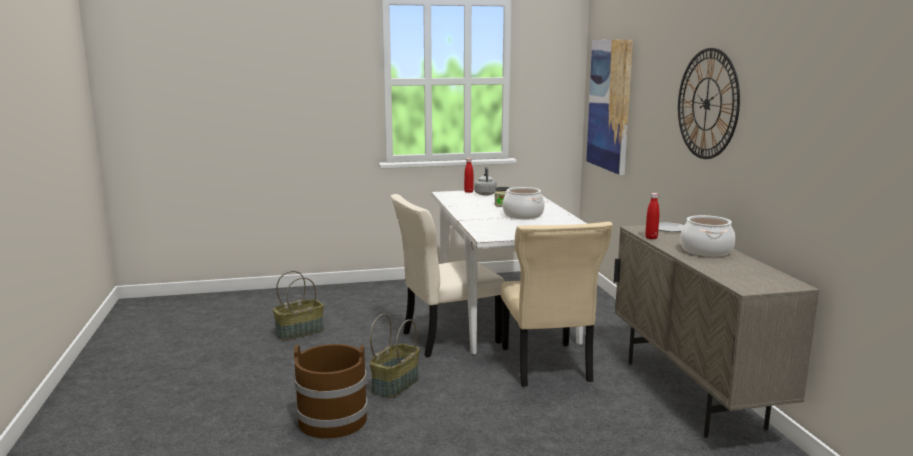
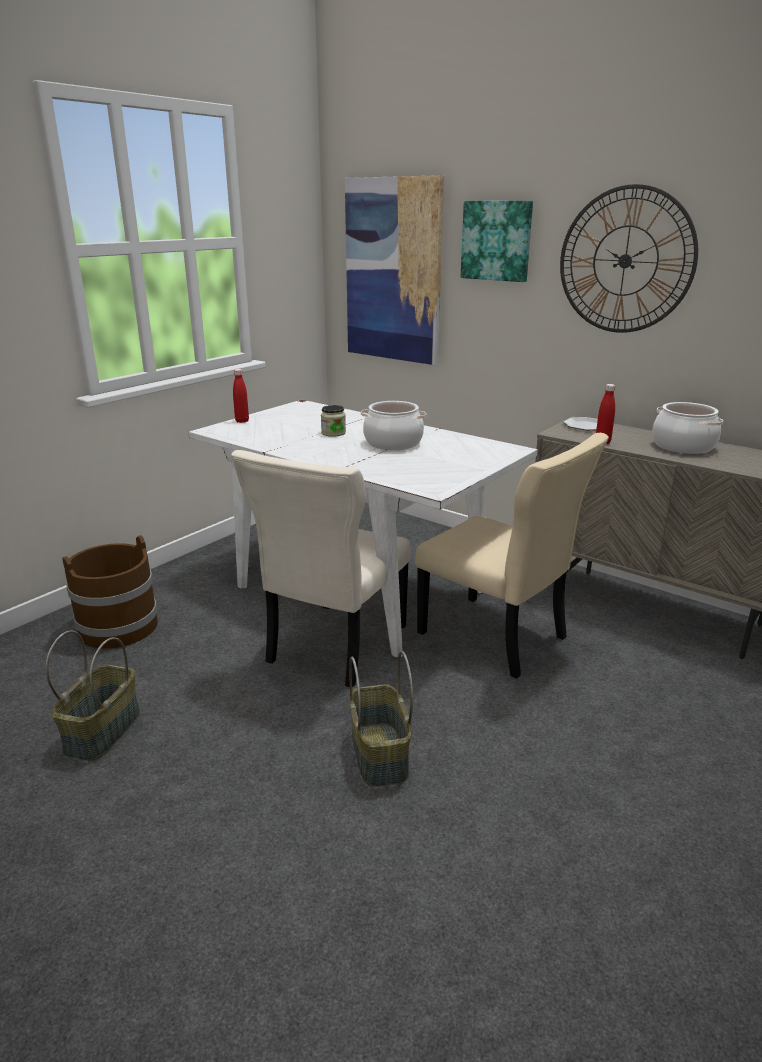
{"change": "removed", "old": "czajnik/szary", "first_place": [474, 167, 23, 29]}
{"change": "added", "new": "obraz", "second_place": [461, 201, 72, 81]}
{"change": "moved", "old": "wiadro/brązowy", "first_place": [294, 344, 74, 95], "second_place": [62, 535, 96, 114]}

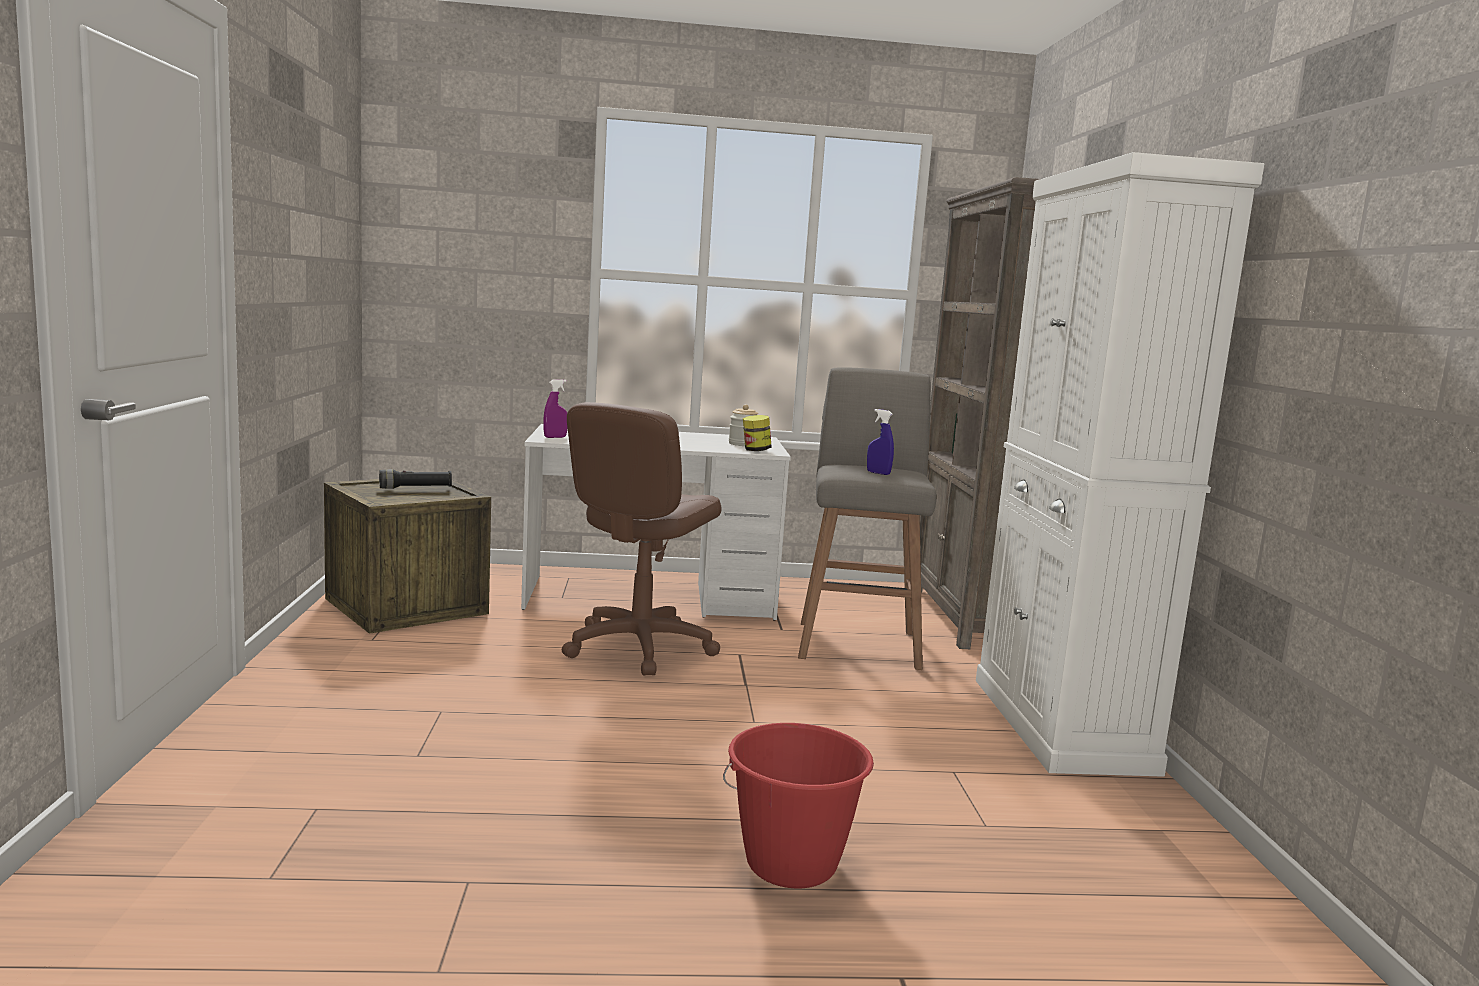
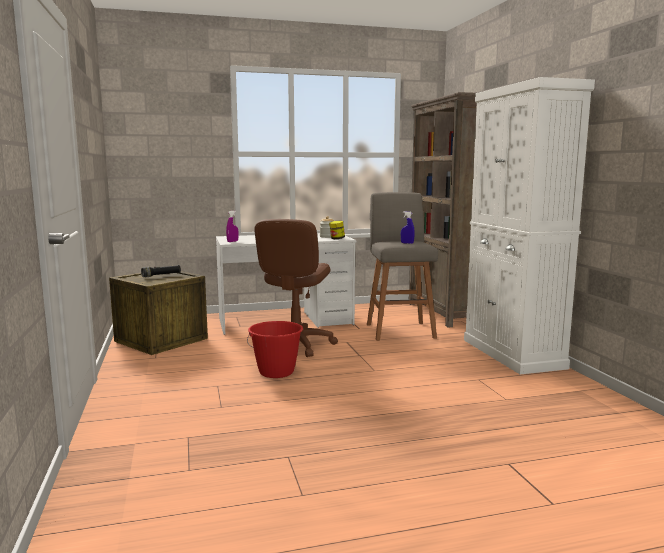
{"change": "moved", "old": "wiadro/czerwony", "first_place": [723, 723, 151, 165], "second_place": [247, 321, 56, 57]}

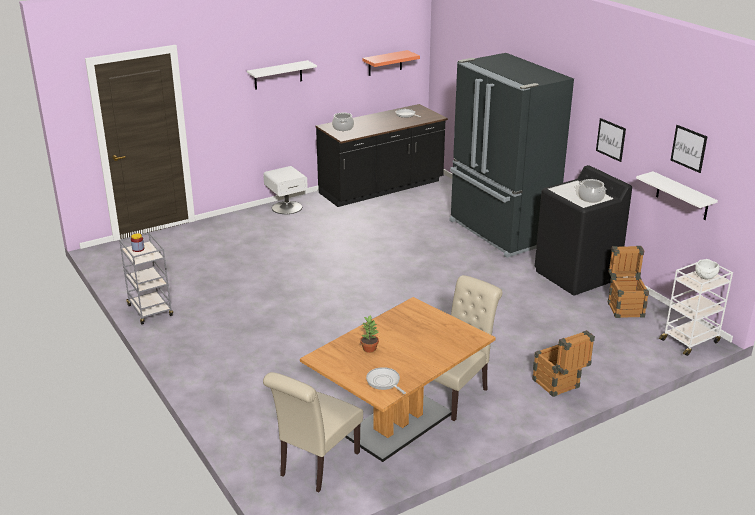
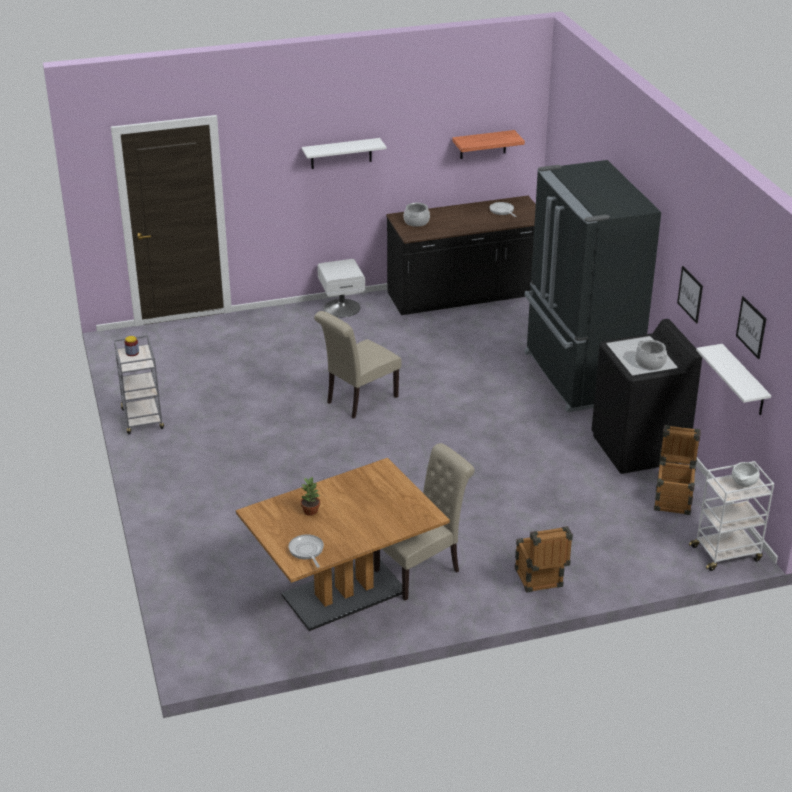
{"change": "moved", "old": "krzesło/beżowy", "first_place": [263, 372, 100, 120], "second_place": [314, 311, 88, 108]}

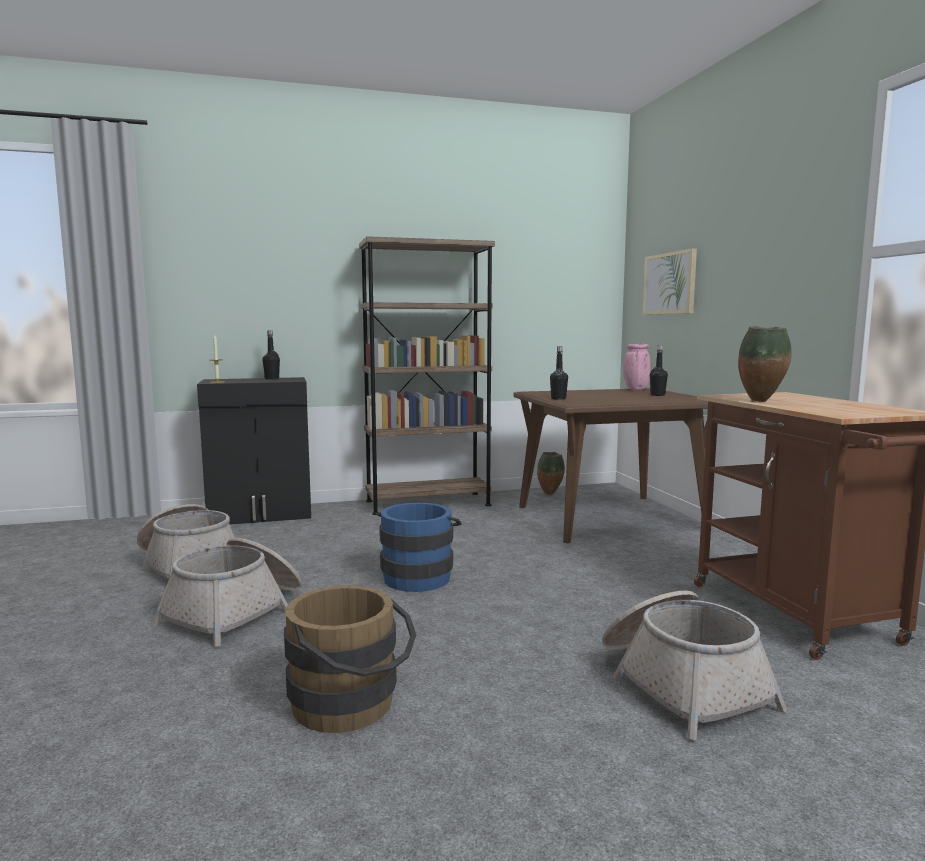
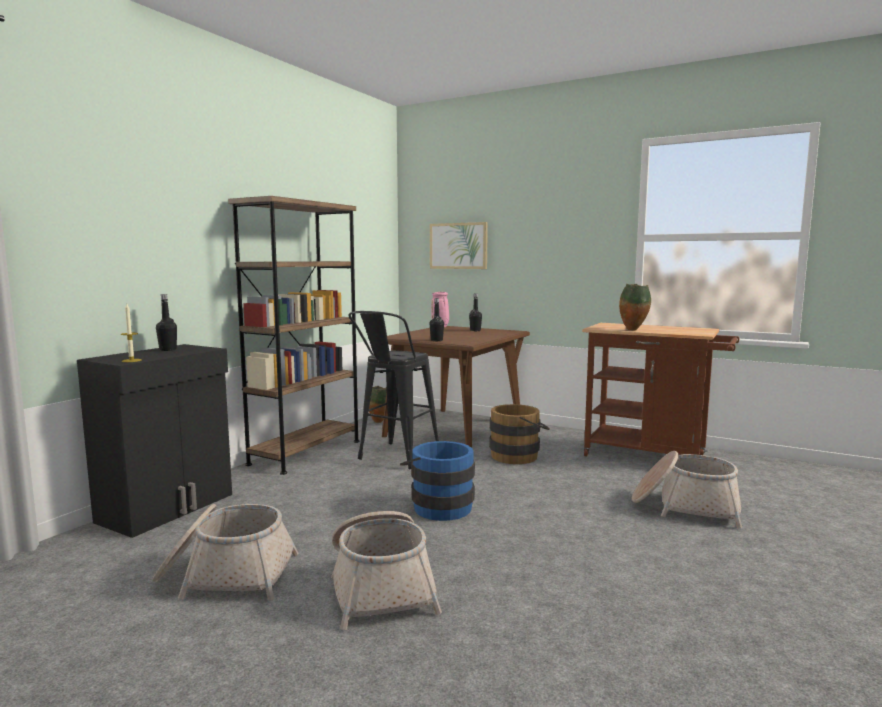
{"change": "added", "new": "stołek/czarny", "second_place": [348, 311, 91, 158]}
{"change": "moved", "old": "wiadro/brązowy", "first_place": [284, 585, 132, 148], "second_place": [489, 404, 61, 60]}

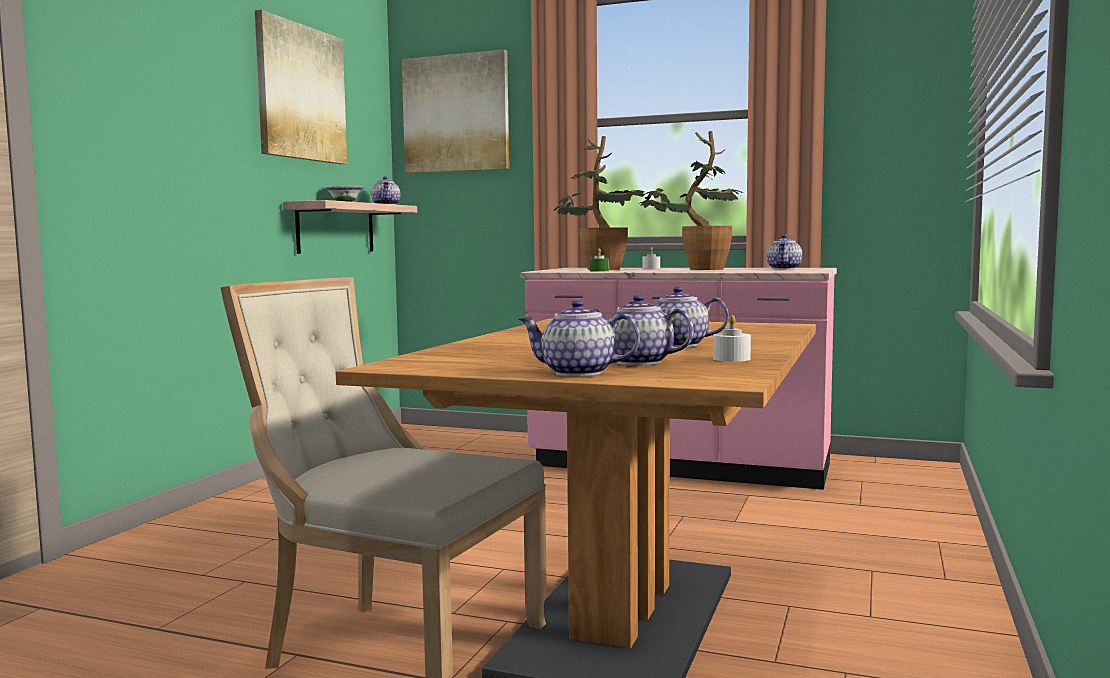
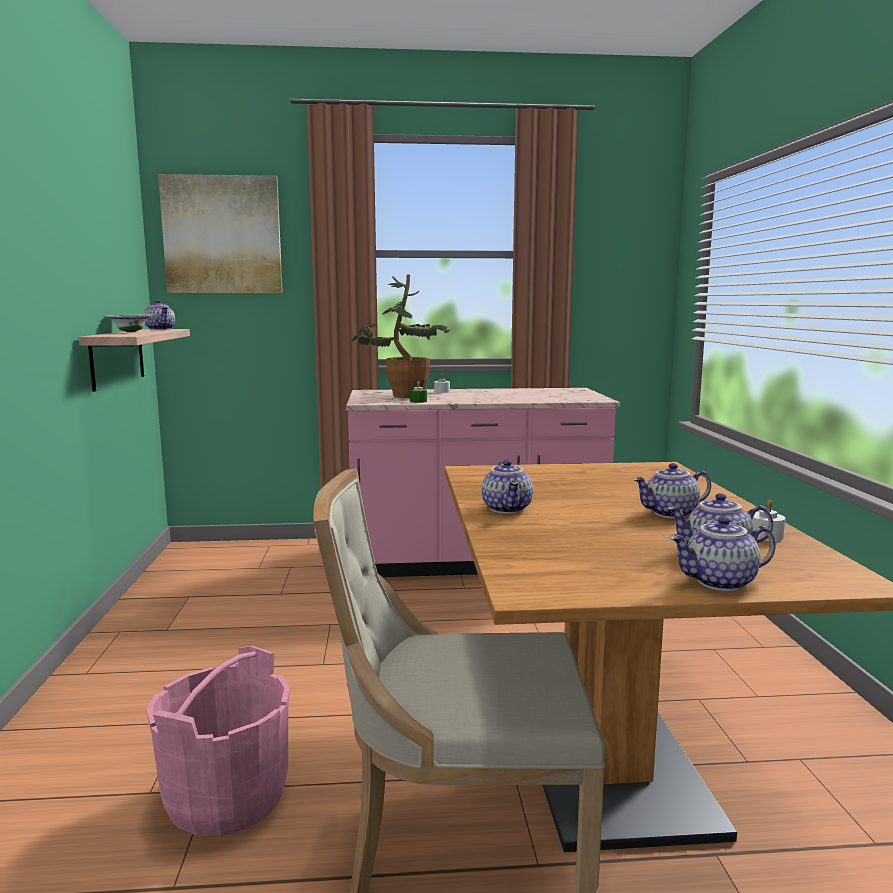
{"change": "removed", "old": "obraz", "first_place": [255, 10, 92, 154]}
{"change": "removed", "old": "roślina doniczkowa", "first_place": [639, 131, 104, 139]}
{"change": "added", "new": "wiadro/różowy", "second_place": [146, 646, 144, 190]}
{"change": "moved", "old": "imbryk", "first_place": [767, 234, 35, 35], "second_place": [482, 460, 51, 54]}

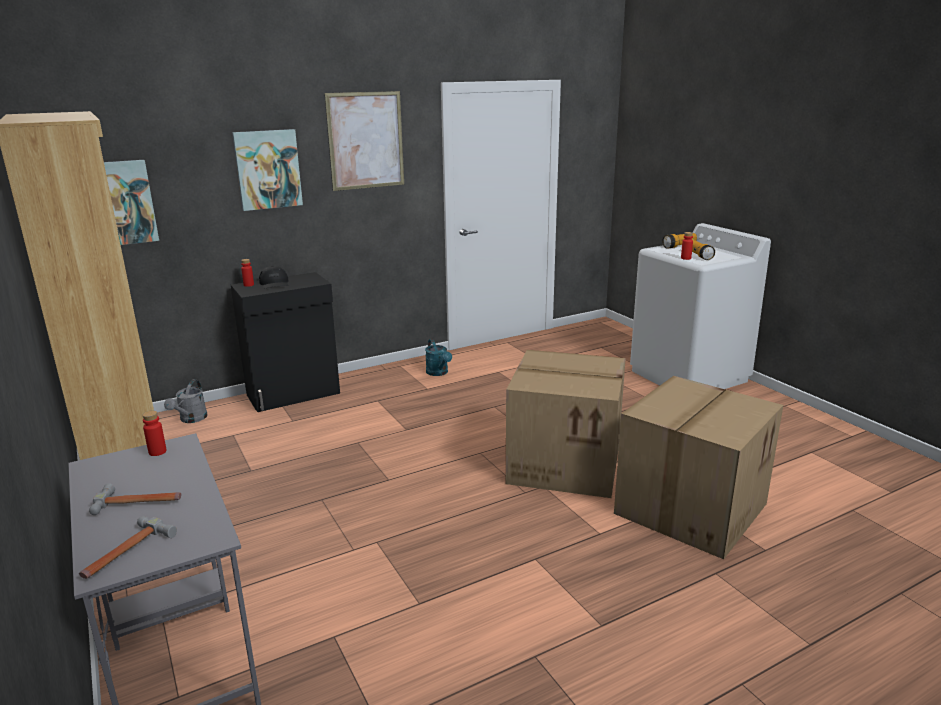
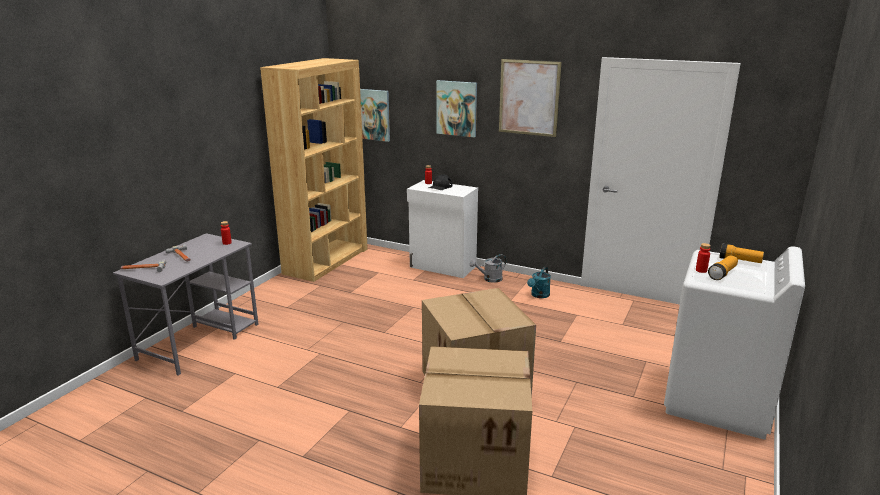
{"change": "moved", "old": "konewka/szary", "first_place": [164, 380, 44, 43], "second_place": [470, 254, 36, 29]}
{"change": "recoloured", "old": "szafka/czarny", "new": "szafka/biały", "first_place": [231, 272, 109, 140], "second_place": [407, 180, 71, 98]}

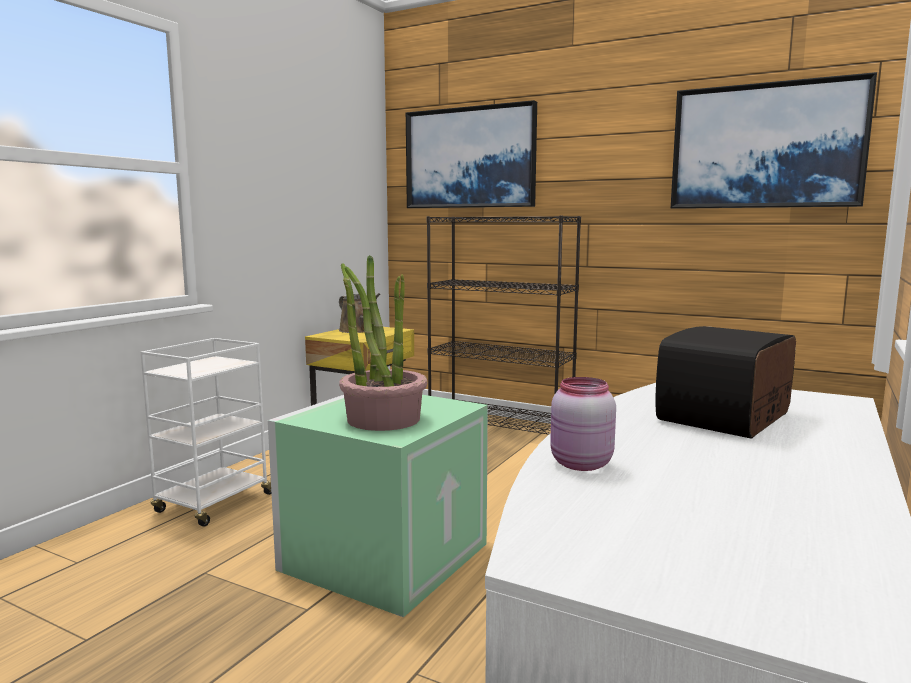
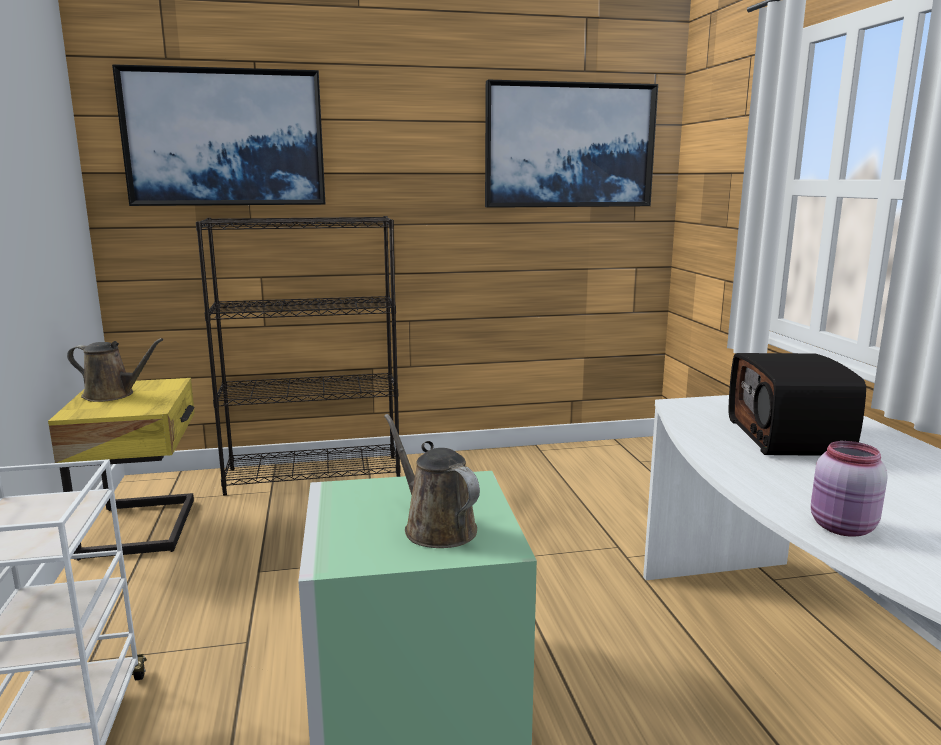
{"change": "replaced", "old": "roślina doniczkowa", "new": "konewka/brązowy", "first_place": [339, 255, 88, 176], "second_place": [384, 414, 96, 134]}

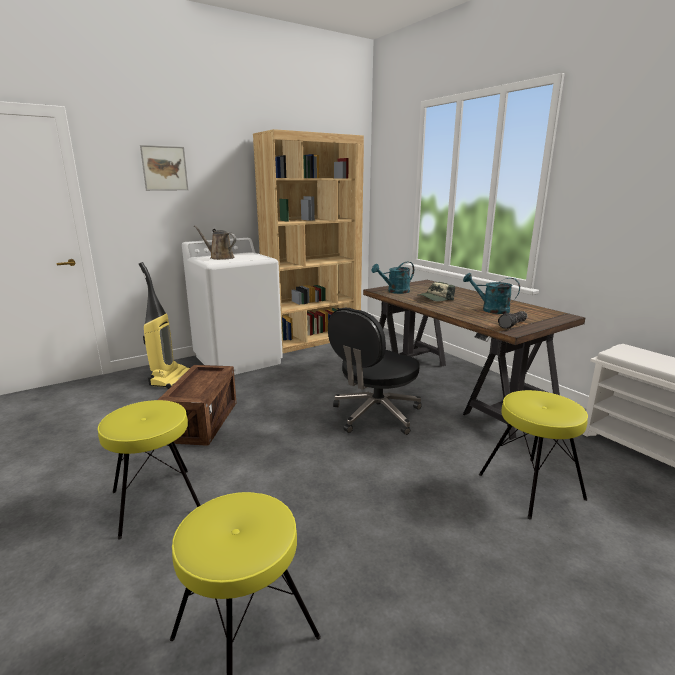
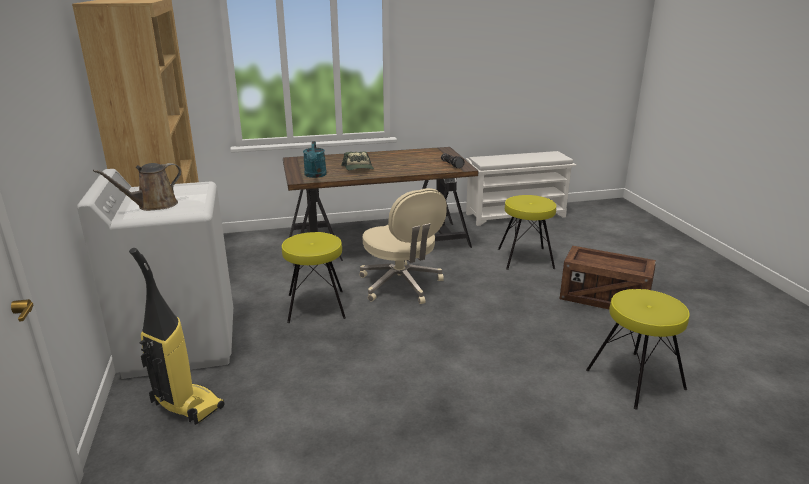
{"change": "removed", "old": "obraz", "first_place": [140, 145, 48, 46]}
{"change": "removed", "old": "konewka/turkusowy", "first_place": [463, 273, 57, 41]}
{"change": "moved", "old": "stołek/żółty", "first_place": [98, 400, 103, 140], "second_place": [282, 232, 64, 91]}
{"change": "moved", "old": "skrzynka", "first_place": [158, 365, 79, 81], "second_place": [560, 246, 96, 63]}
{"change": "recoloured", "old": "krzesło biurowe/czarny", "new": "krzesło biurowe/beżowy", "first_place": [328, 308, 94, 127], "second_place": [359, 188, 88, 116]}

